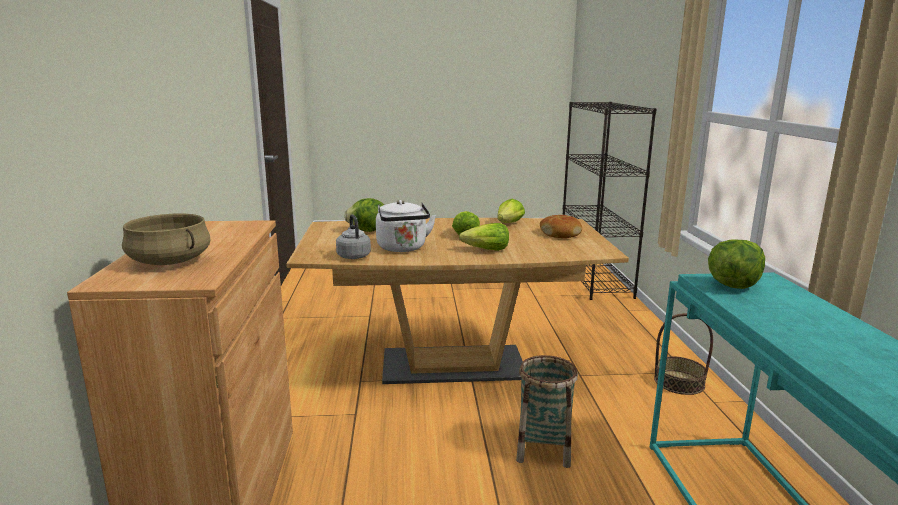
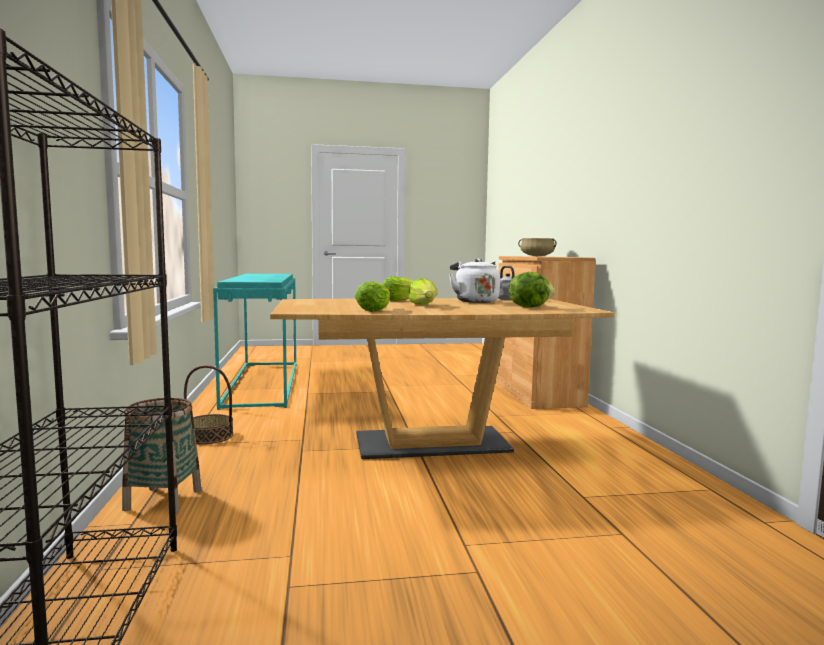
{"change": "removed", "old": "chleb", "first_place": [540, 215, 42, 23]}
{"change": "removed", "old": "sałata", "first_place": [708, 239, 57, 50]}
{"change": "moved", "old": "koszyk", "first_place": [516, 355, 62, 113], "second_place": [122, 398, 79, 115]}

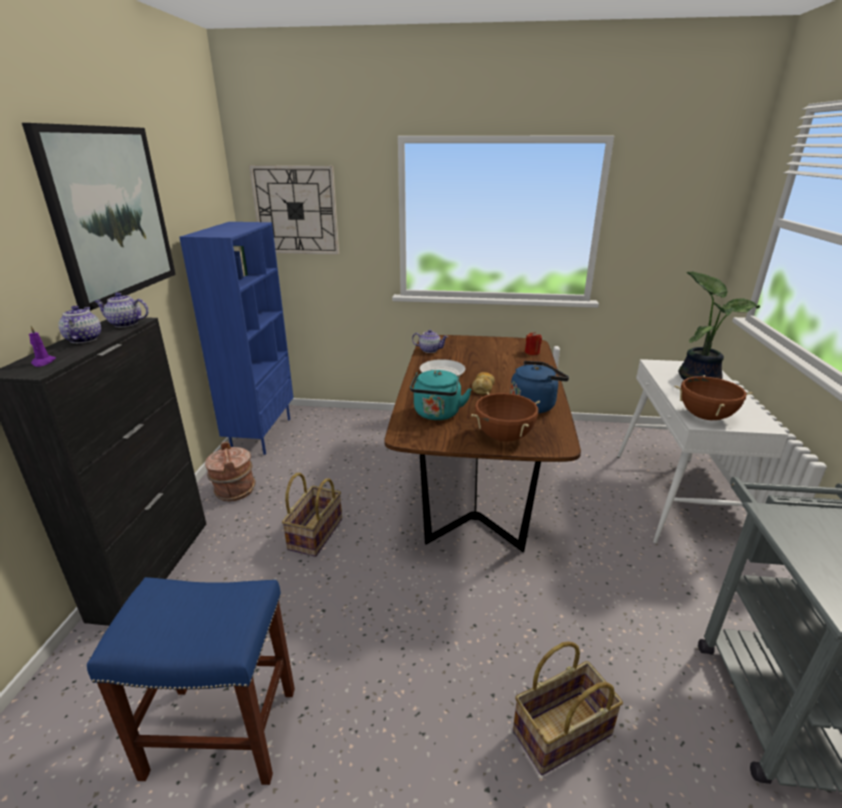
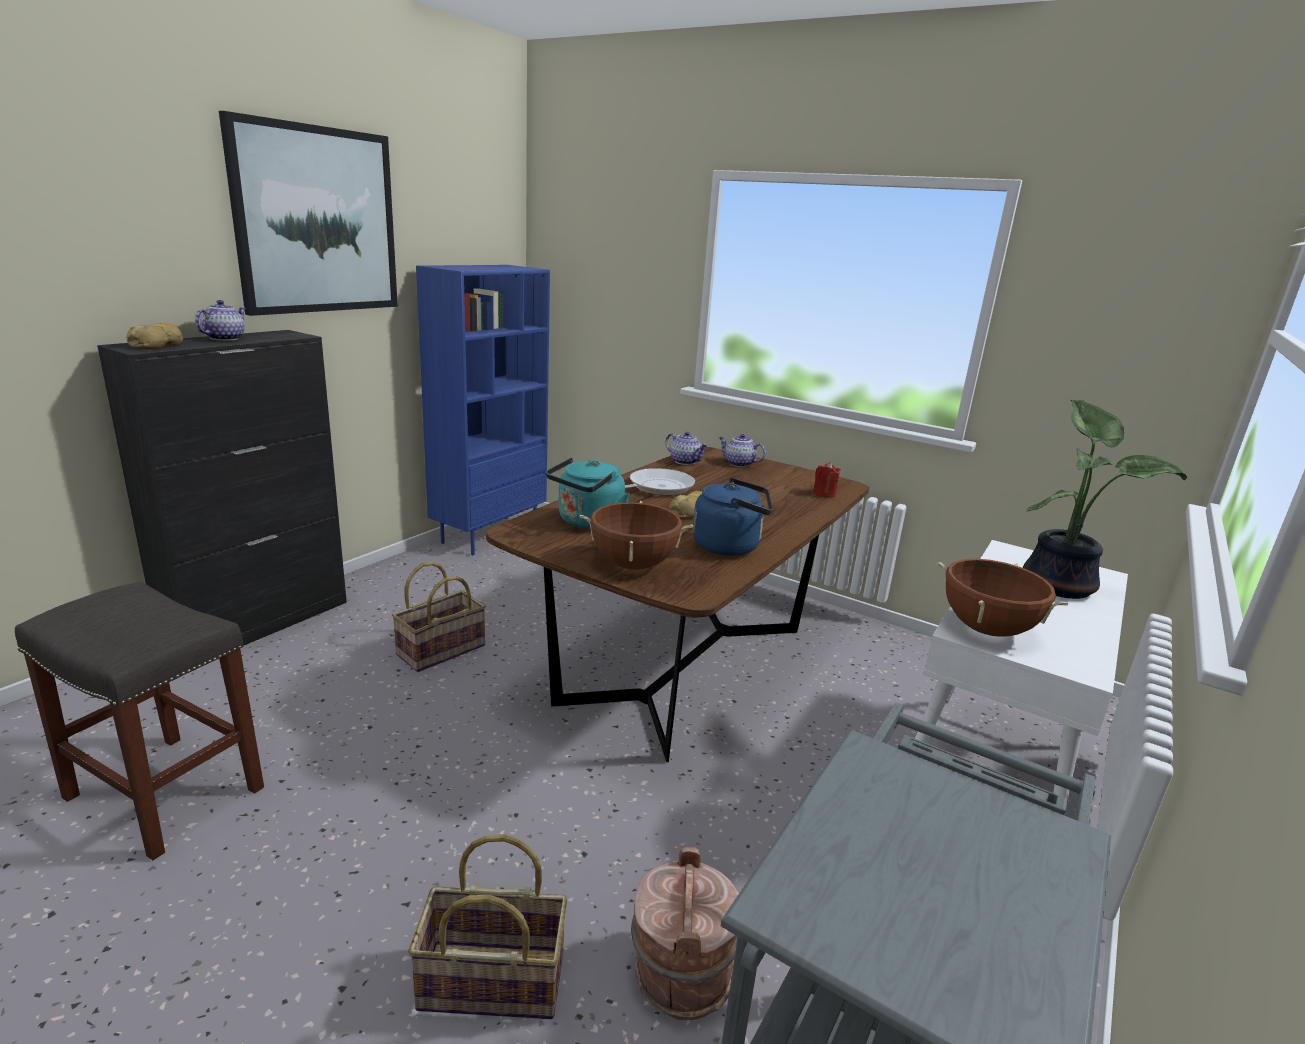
{"change": "removed", "old": "zegar ścienny", "first_place": [249, 165, 90, 90]}
{"change": "moved", "old": "imbryk", "first_place": [94, 292, 55, 35], "second_place": [719, 434, 47, 33]}
{"change": "moved", "old": "wiadro/brązowy", "first_place": [205, 442, 51, 59], "second_place": [631, 847, 108, 173]}
{"change": "replaced", "old": "świeca/fioletowy", "new": "chleb", "first_place": [29, 326, 27, 41], "second_place": [126, 323, 57, 26]}
{"change": "recoloured", "old": "stołek/niebieski", "new": "stołek/szary", "first_place": [87, 577, 208, 208], "second_place": [15, 582, 249, 278]}

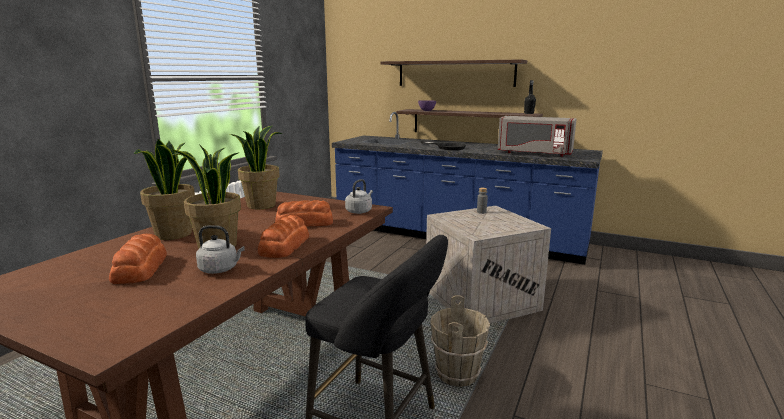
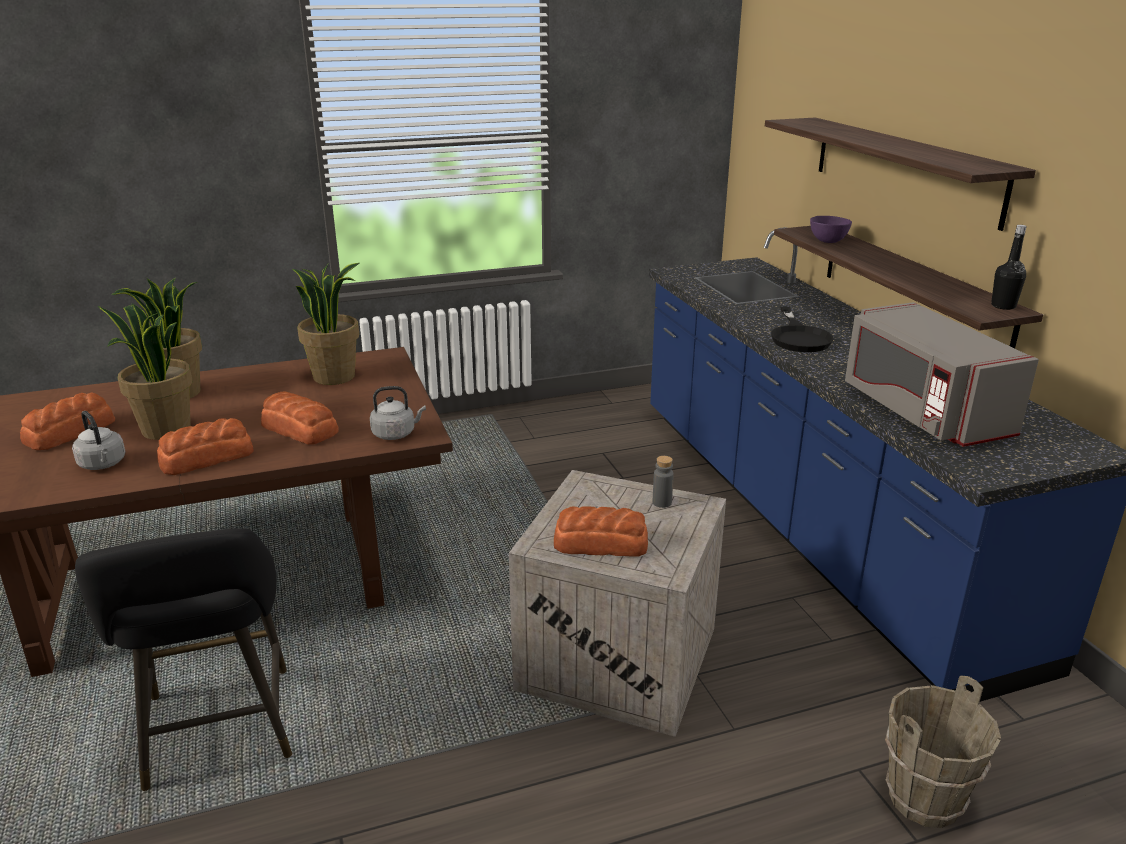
{"change": "added", "new": "chleb", "second_place": [554, 506, 94, 50]}
{"change": "moved", "old": "wiadro/brązowy", "first_place": [430, 295, 60, 92], "second_place": [885, 675, 116, 153]}

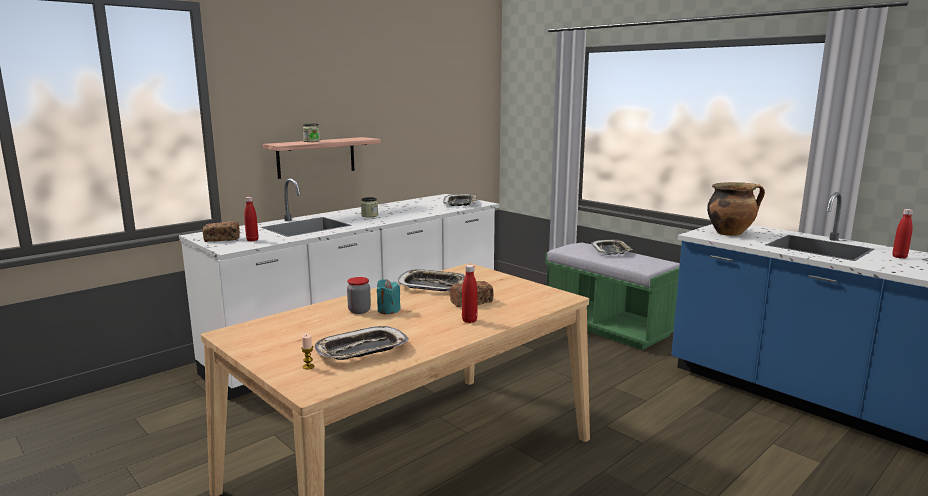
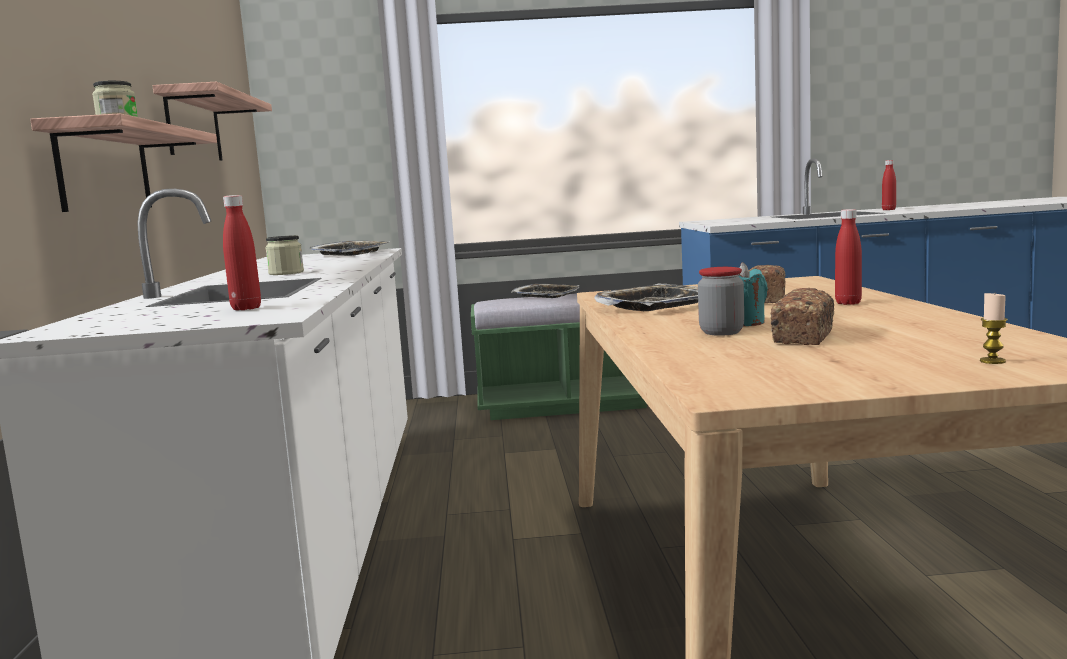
{"change": "removed", "old": "taca", "first_place": [315, 326, 94, 34]}
{"change": "removed", "old": "garnek", "first_place": [707, 182, 58, 54]}
{"change": "added", "new": "półka", "second_place": [153, 82, 119, 79]}
{"change": "moved", "old": "chleb", "first_place": [202, 221, 38, 21], "second_place": [771, 288, 63, 57]}

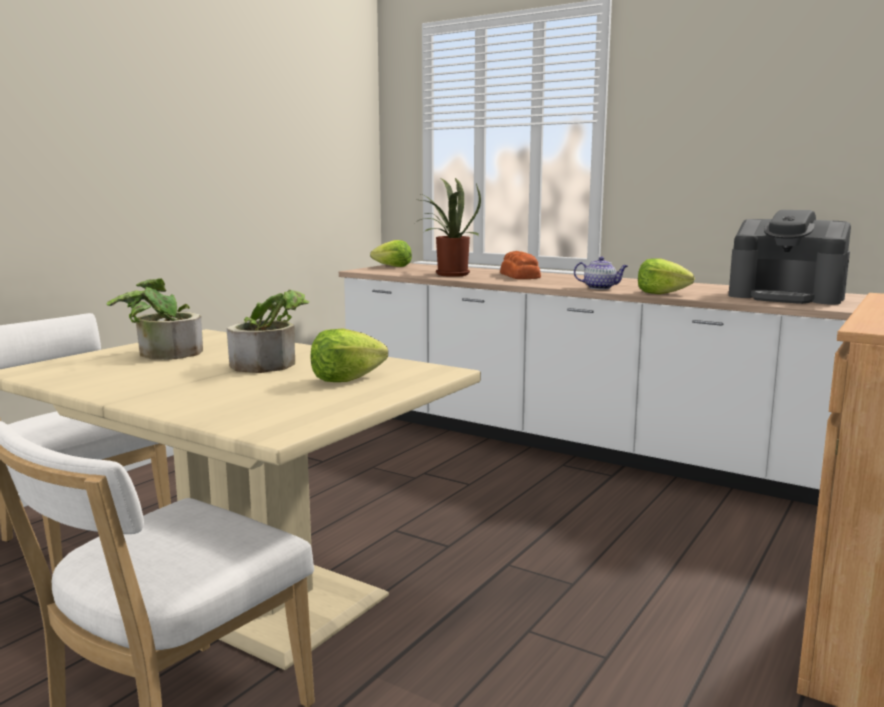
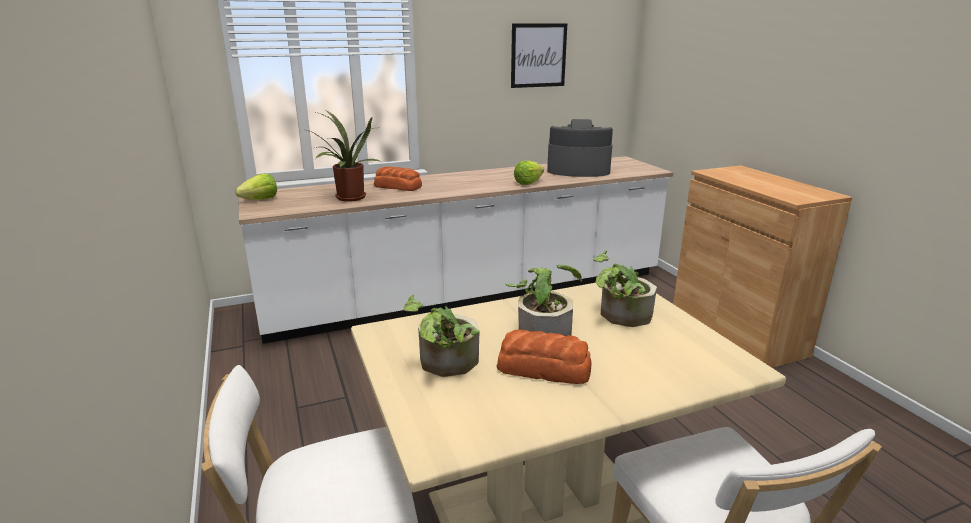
{"change": "removed", "old": "imbryk", "first_place": [574, 257, 54, 33]}
{"change": "added", "new": "chleb", "second_place": [497, 329, 95, 55]}
{"change": "added", "new": "obraz", "second_place": [511, 24, 56, 64]}
{"change": "replaced", "old": "sałata", "new": "roślina doniczkowa", "first_place": [311, 328, 77, 54], "second_place": [593, 250, 64, 77]}
{"change": "turned", "old": "ekspres do kawy", "first_place": [728, 210, 123, 95], "second_place": [547, 119, 66, 58], "degrees": -150}

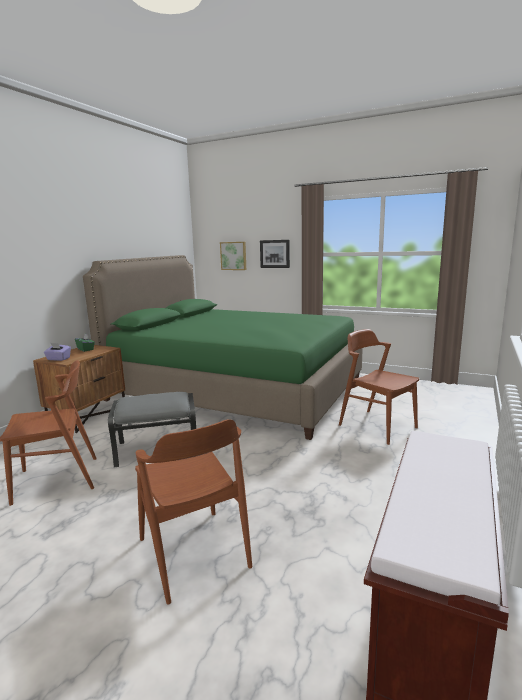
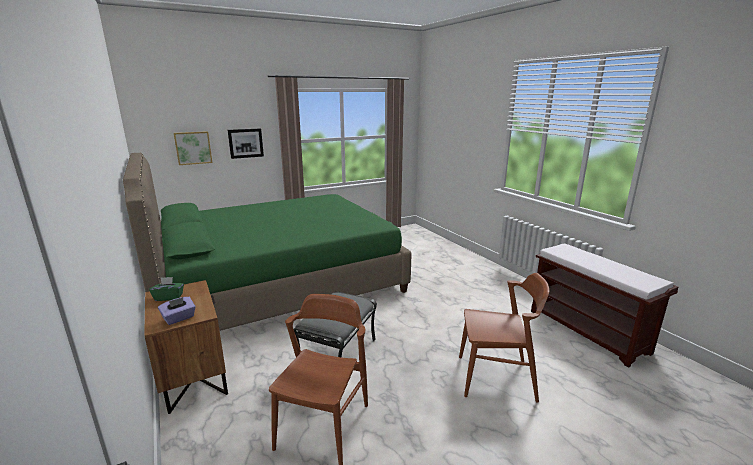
{"change": "removed", "old": "krzesło/brązowy", "first_place": [339, 329, 80, 116]}

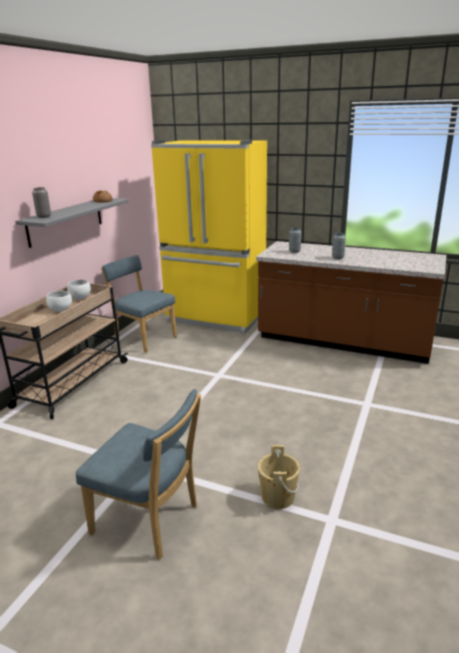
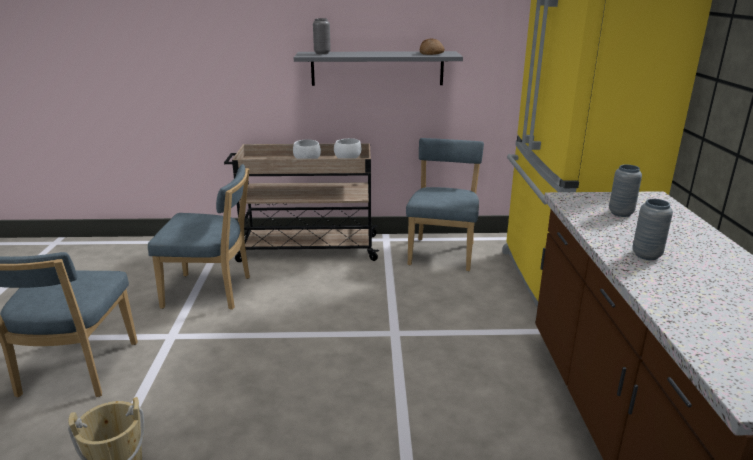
{"change": "added", "new": "krzesło/niebieski", "second_place": [148, 164, 102, 146]}

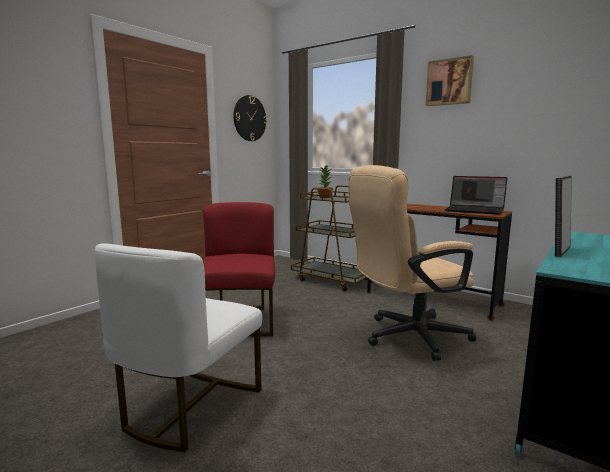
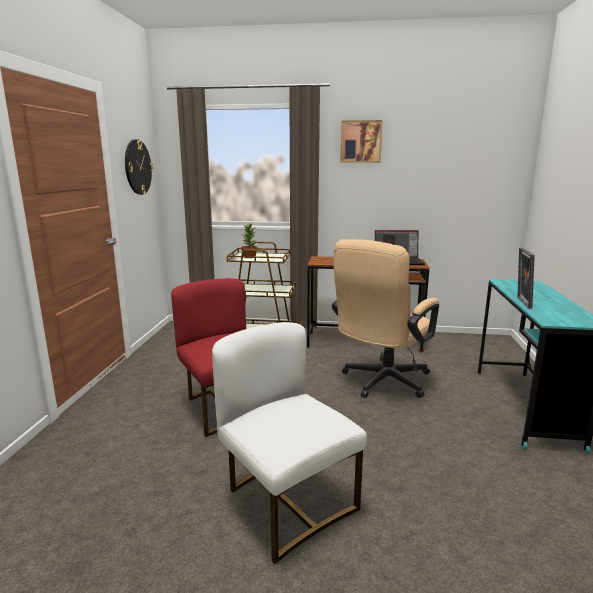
{"change": "turned", "old": "krzesło/biały", "first_place": [95, 243, 167, 209], "second_place": [212, 322, 155, 242], "degrees": 150}

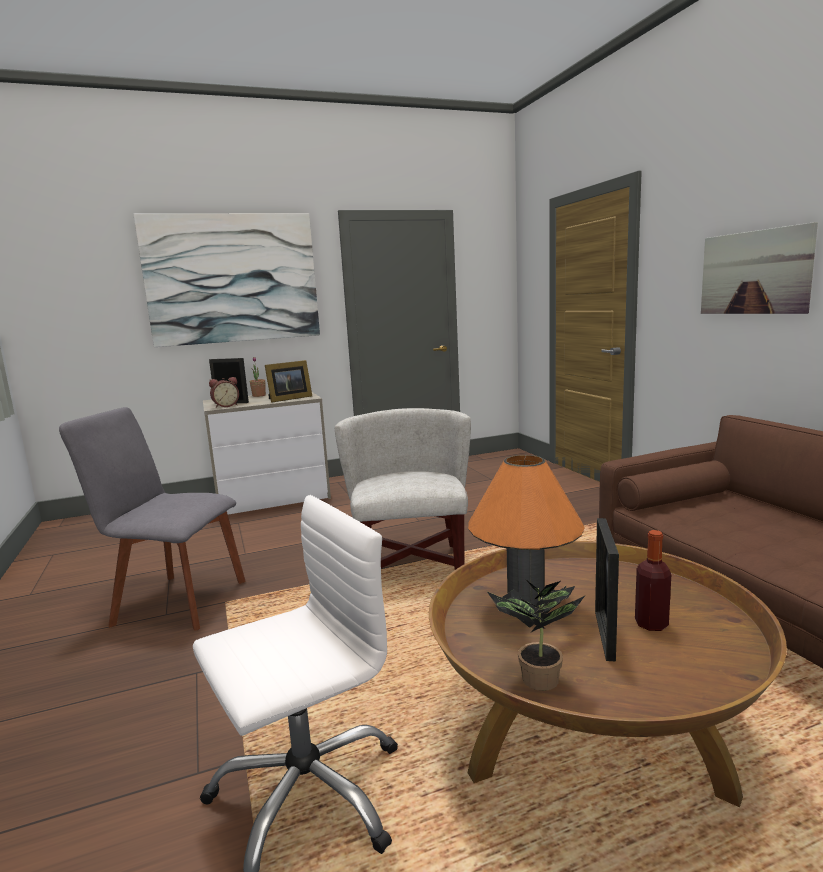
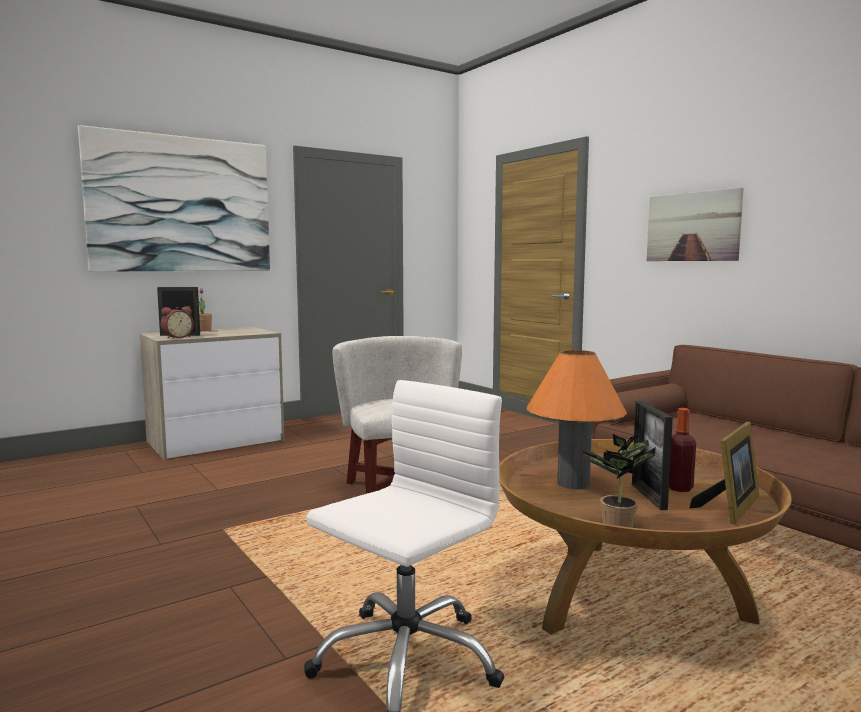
{"change": "removed", "old": "krzesło/szary", "first_place": [59, 407, 187, 224]}
{"change": "moved", "old": "ramka na zdjęcie", "first_place": [265, 360, 47, 43], "second_place": [689, 422, 70, 102]}

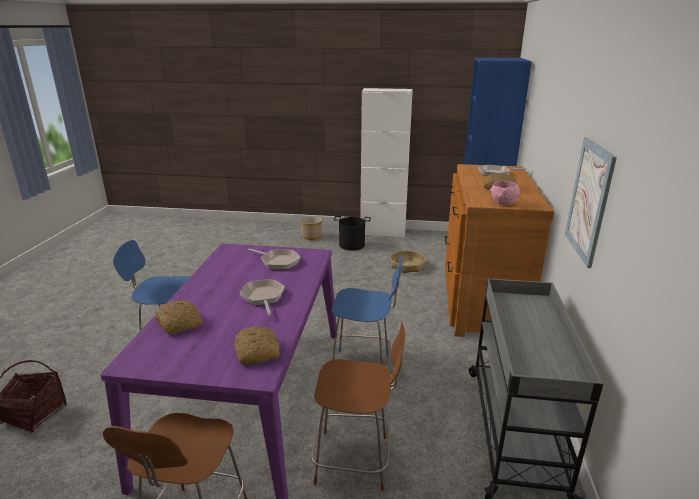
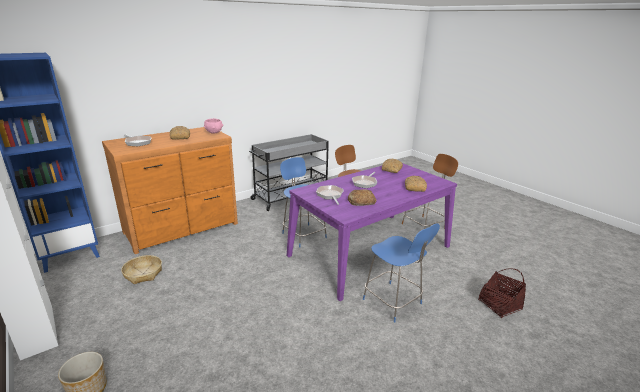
{"change": "removed", "old": "wiadro/czarny", "first_place": [334, 216, 36, 35]}
{"change": "removed", "old": "obraz", "first_place": [565, 137, 52, 131]}
{"change": "added", "new": "chleb", "second_place": [348, 189, 28, 17]}

